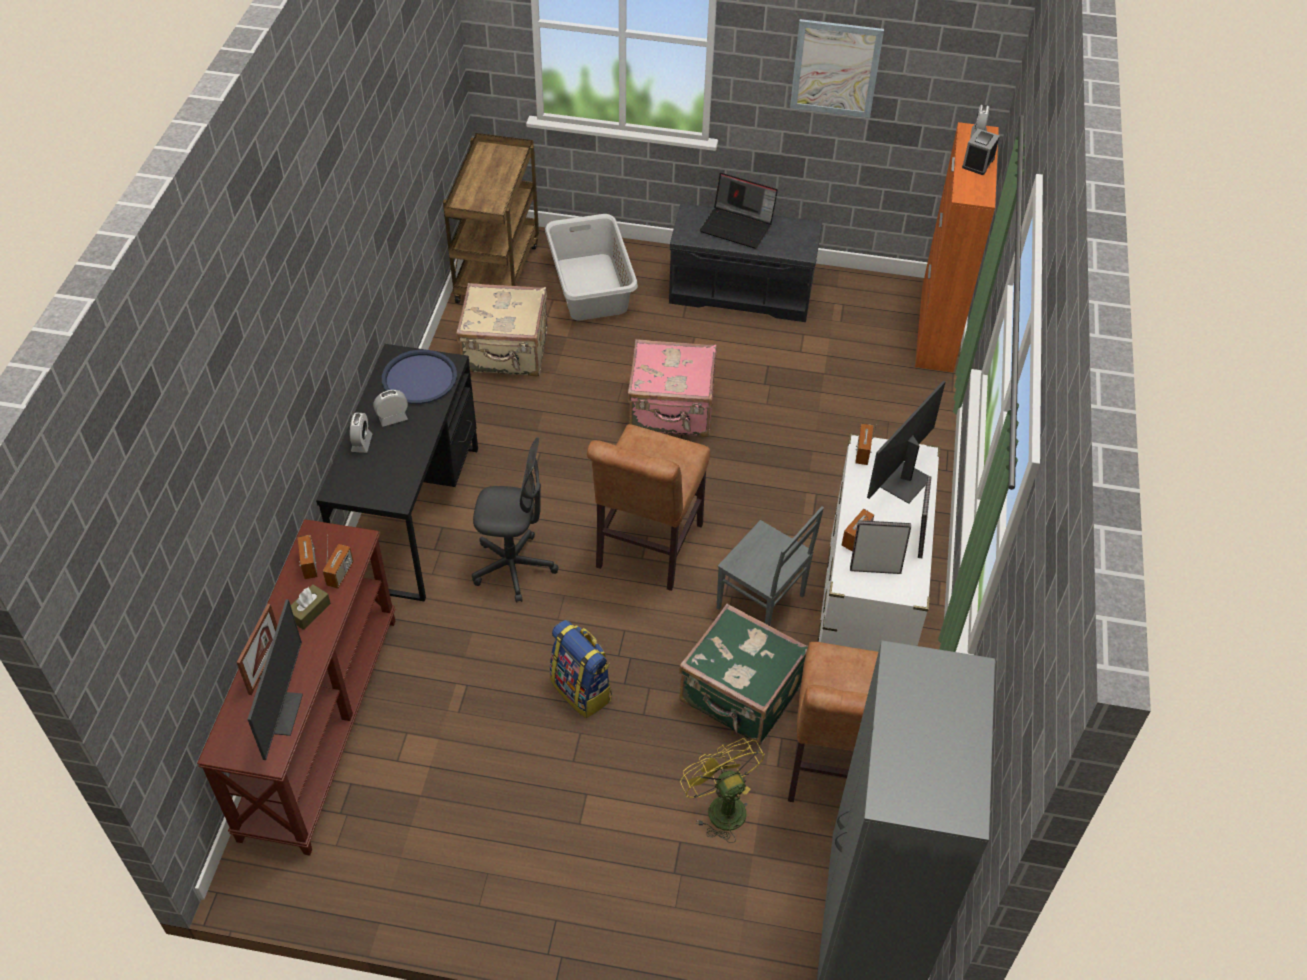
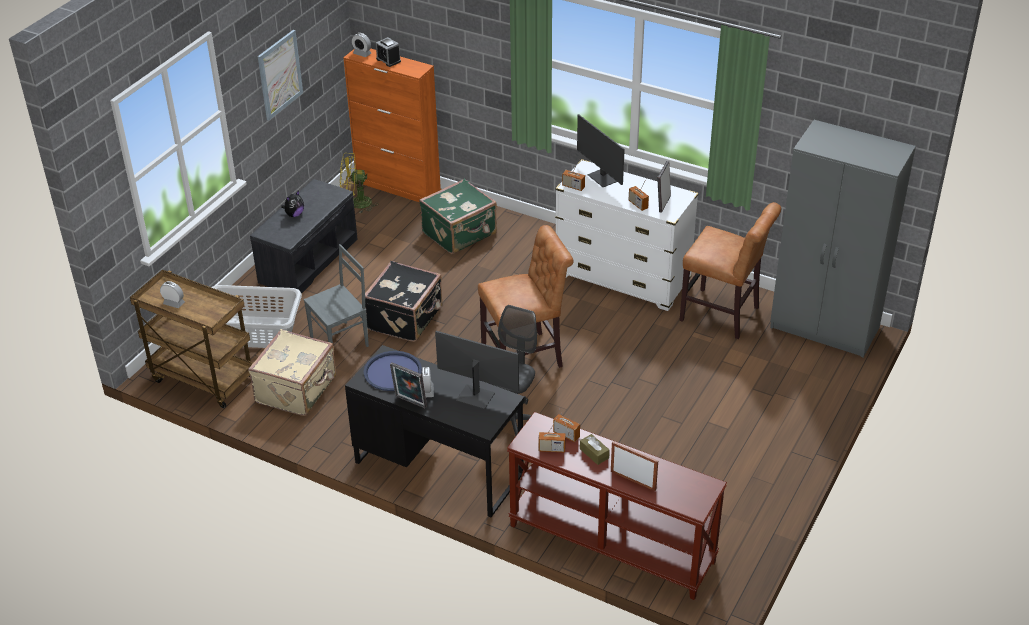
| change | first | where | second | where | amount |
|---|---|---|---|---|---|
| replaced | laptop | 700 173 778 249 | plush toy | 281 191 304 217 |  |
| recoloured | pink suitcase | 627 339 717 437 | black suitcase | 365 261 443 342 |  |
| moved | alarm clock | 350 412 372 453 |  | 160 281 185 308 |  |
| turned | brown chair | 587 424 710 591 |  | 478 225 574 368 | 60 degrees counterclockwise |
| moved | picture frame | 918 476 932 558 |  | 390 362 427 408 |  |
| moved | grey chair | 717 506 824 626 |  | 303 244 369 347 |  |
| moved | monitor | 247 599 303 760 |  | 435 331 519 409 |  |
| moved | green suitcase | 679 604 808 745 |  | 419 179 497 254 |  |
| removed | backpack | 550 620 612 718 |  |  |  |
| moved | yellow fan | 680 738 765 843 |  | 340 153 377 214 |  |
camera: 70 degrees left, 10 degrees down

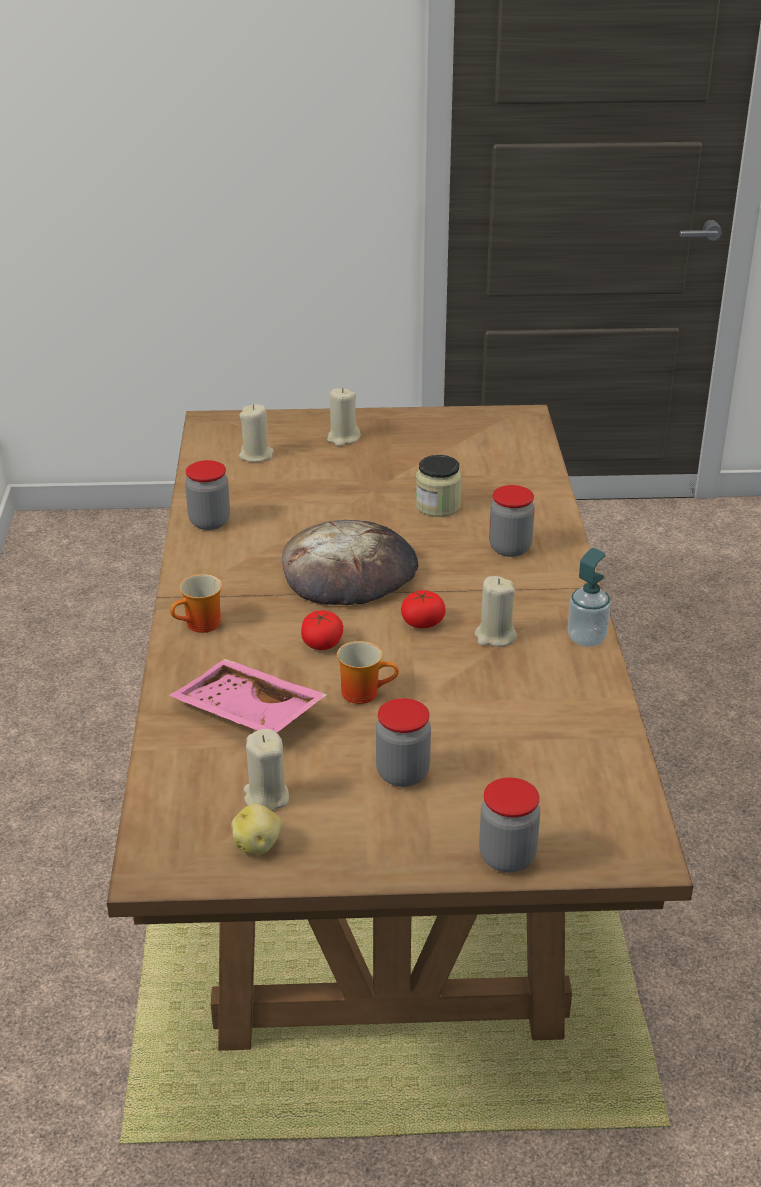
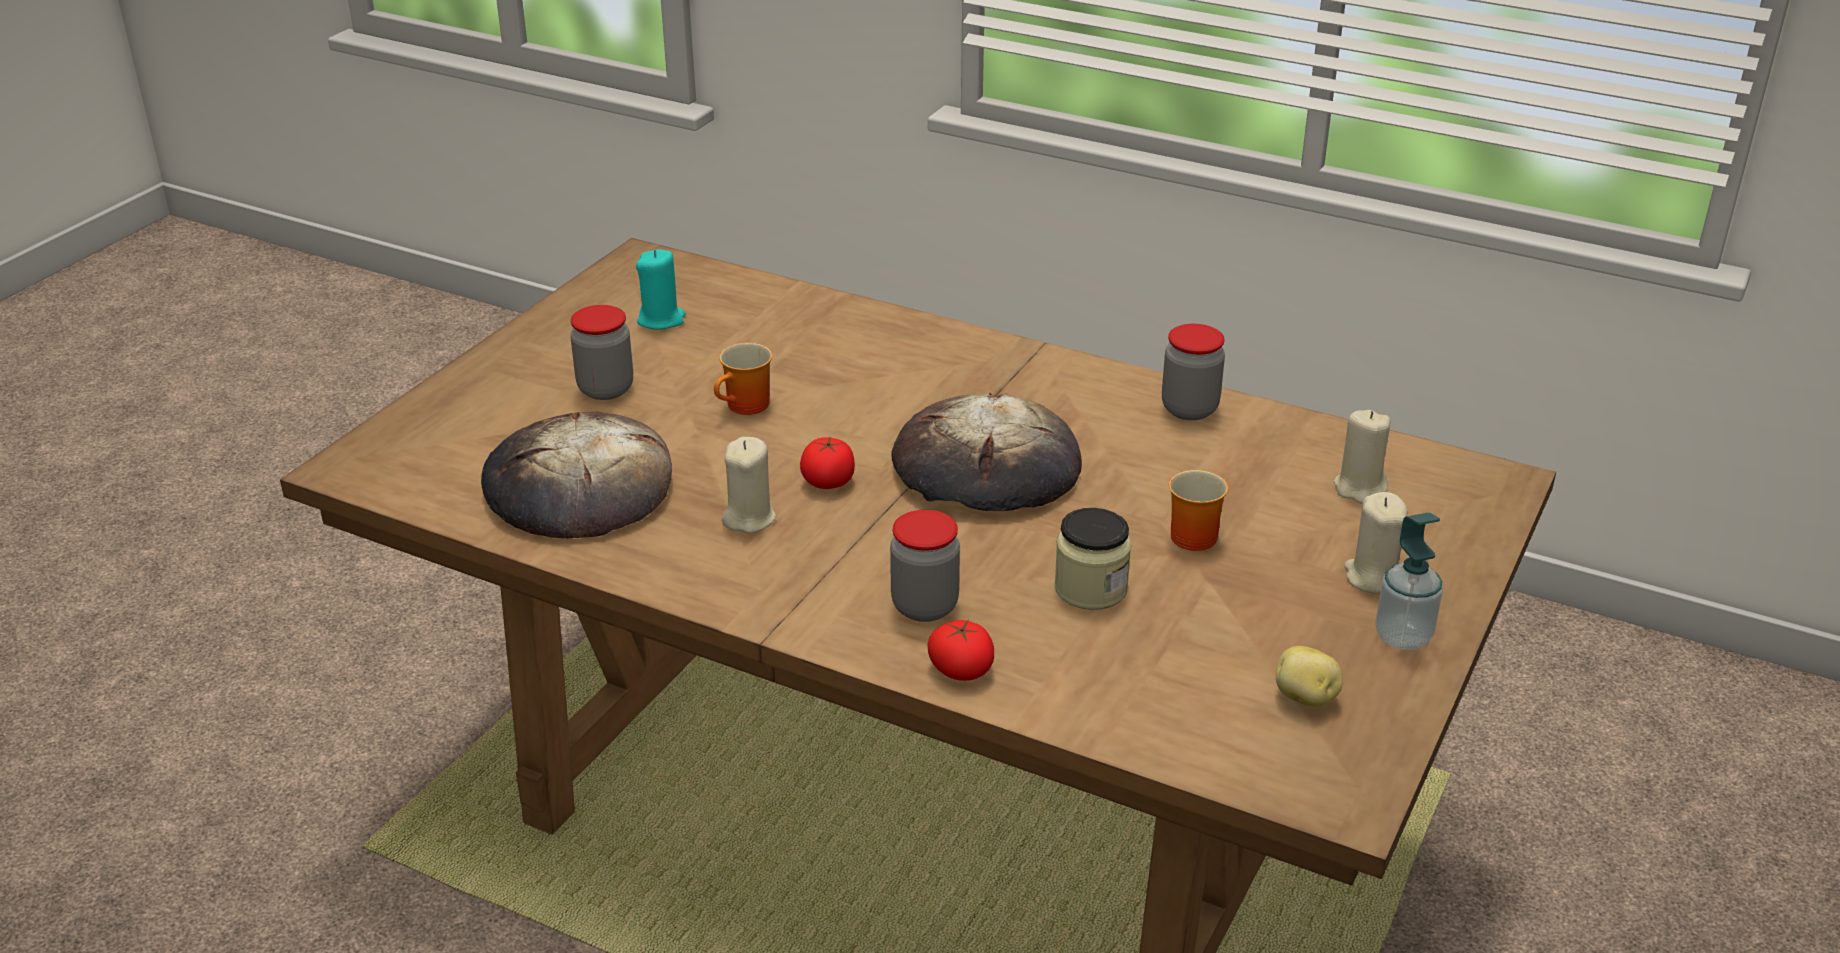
| change | first | where | second | where | amount |
|---|---|---|---|---|---|
| moved | soap dispenser | 567 548 611 647 |  | 1375 513 1443 650 |  |
| moved | mug | 170 574 222 633 |  | 1169 470 1228 551 |  |
| moved | tomato | 301 611 343 650 |  | 927 619 994 681 |  |
| removed | pink tray | 169 659 328 733 |  |  |  |
| recoloured | beige candle | 244 729 289 811 | turquoise candle | 636 249 685 330 |  |
| removed | jar | 479 778 540 873 |  |  |  |
| moved | potato | 231 804 281 854 |  | 1276 646 1343 707 |  |
| added |  |  | bread | 481 411 672 539 |  |
camera: 120 degrees right, 0 degrees up

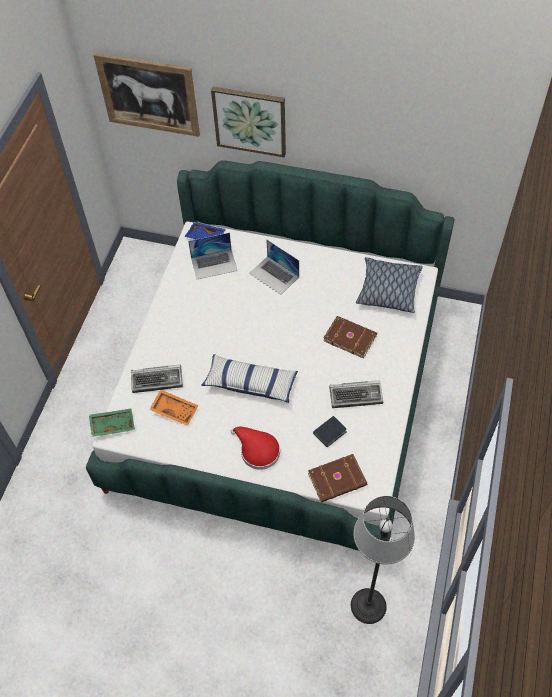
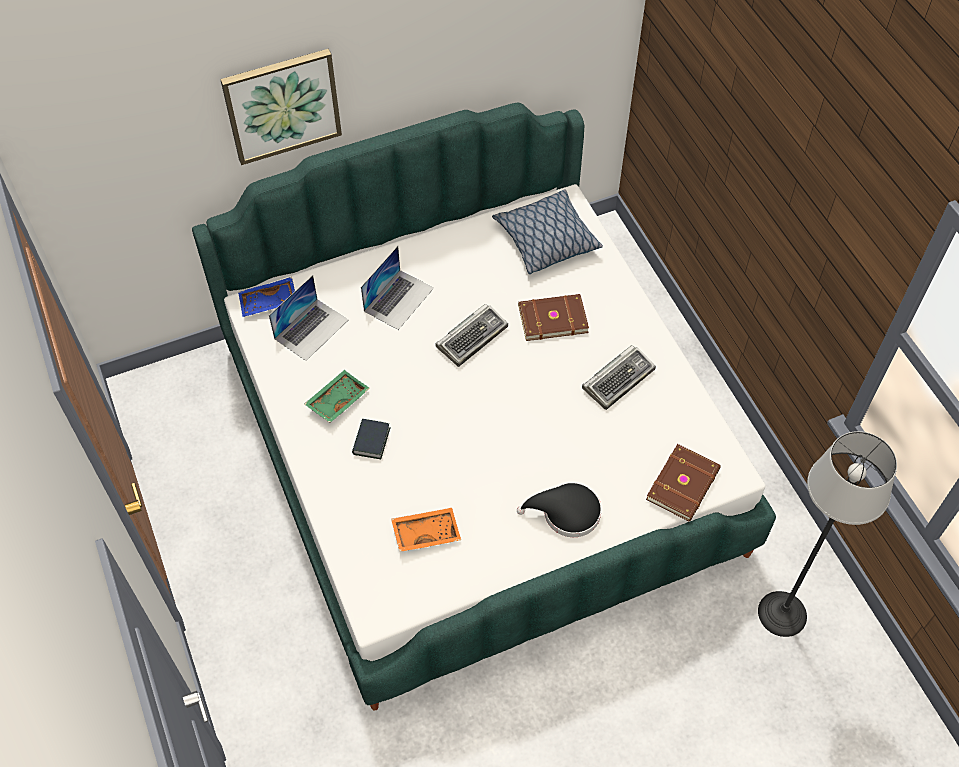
| change | first | where | second | where | amount |
|---|---|---|---|---|---|
| removed | picture | 93 53 200 137 |  |  |  |
| turned | laptop | 249 239 299 295 |  | 361 246 434 330 | 60 degrees counterclockwise |
| removed | pillow | 201 354 298 403 |  |  |  |
| moved | keyboard | 131 365 183 393 |  | 435 304 508 367 |  |
| moved | green tray | 89 409 135 437 |  | 304 370 370 423 |  |
| moved | book | 313 416 347 447 |  | 352 419 391 459 |  |
| recoloured | red hat | 230 427 280 470 | black hat | 517 483 602 537 |  |
camera: 40 degrees left, 0 degrees up

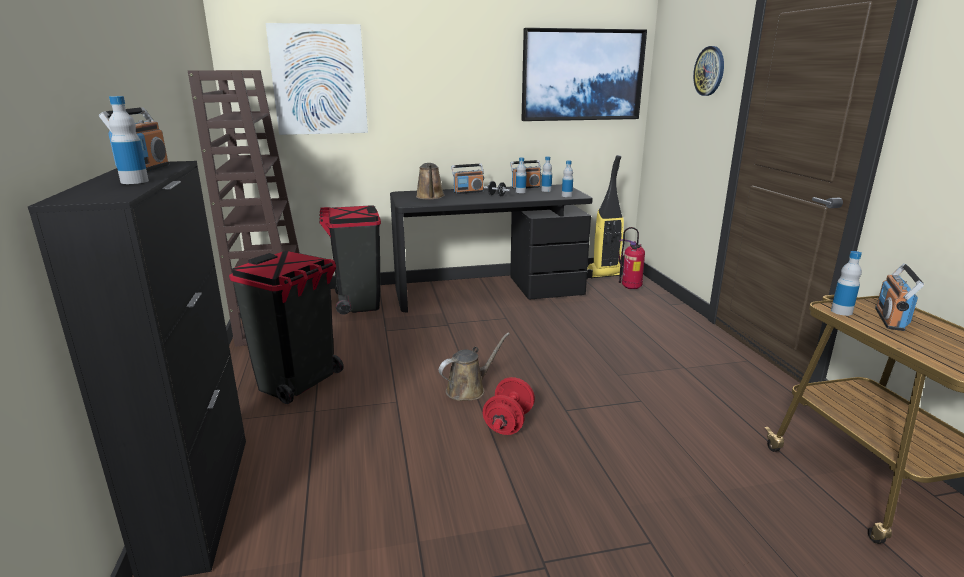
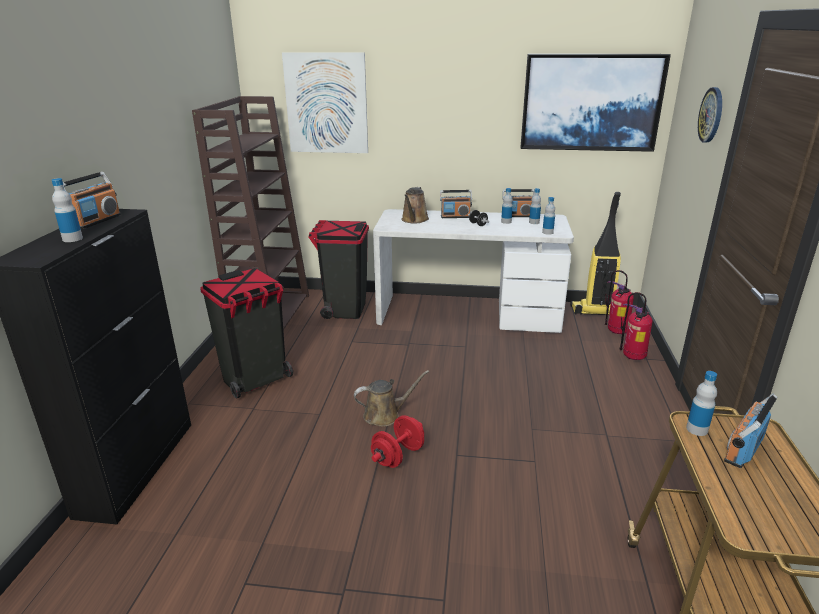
| change | first | where | second | where | amount |
|---|---|---|---|---|---|
| recoloured | black desk | 390 184 593 312 | white desk | 373 209 574 333 |  |
| added |  |  | fire extinguisher | 620 292 653 360 |  |
camera: 20 degrees right, 5 degrees up

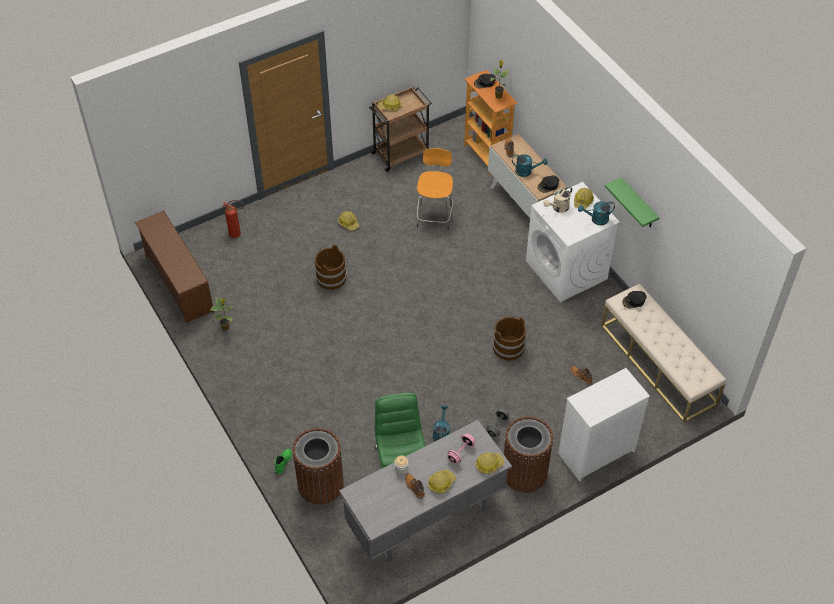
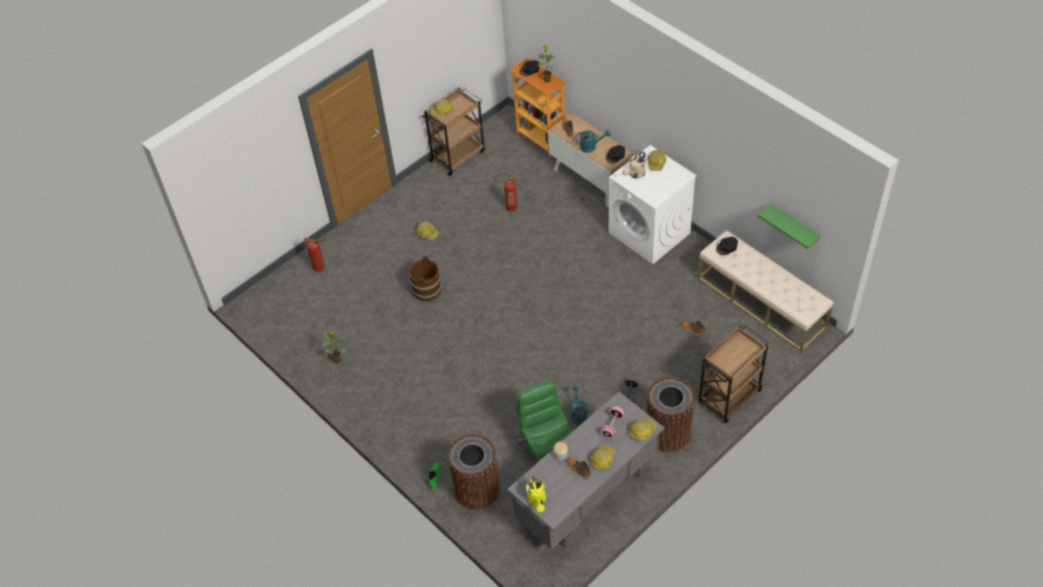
| change | first | where | second | where | amount |
|---|---|---|---|---|---|
| replaced | orange stool | 417 148 453 230 | fire extinguisher | 495 174 518 212 |  |
| moved | green shelf | 605 177 659 227 |  | 758 204 821 249 |  |
| removed | turquoise watering can | 578 201 615 225 |  |  |  |
| removed | brown shoe rack | 135 211 214 323 |  |  |  |
| removed | brown bucket | 493 317 526 361 |  |  |  |
| replaced | white dresser | 558 368 650 482 | brown cart | 698 325 769 423 |  |
| added |  |  | yellow watering can | 526 474 546 512 |  |
camera: 10 degrees left, 0 degrees up

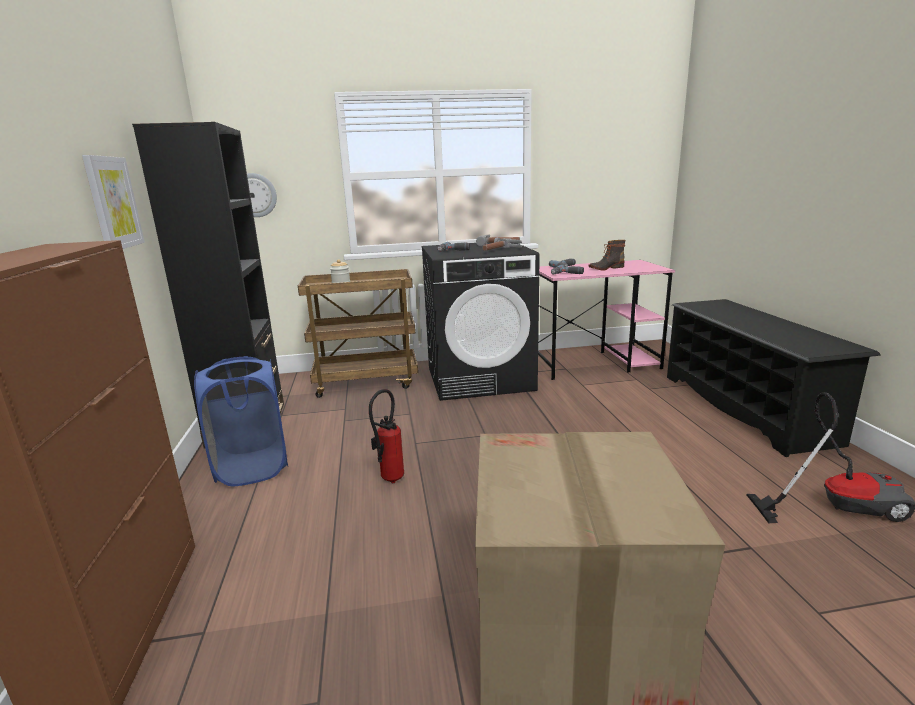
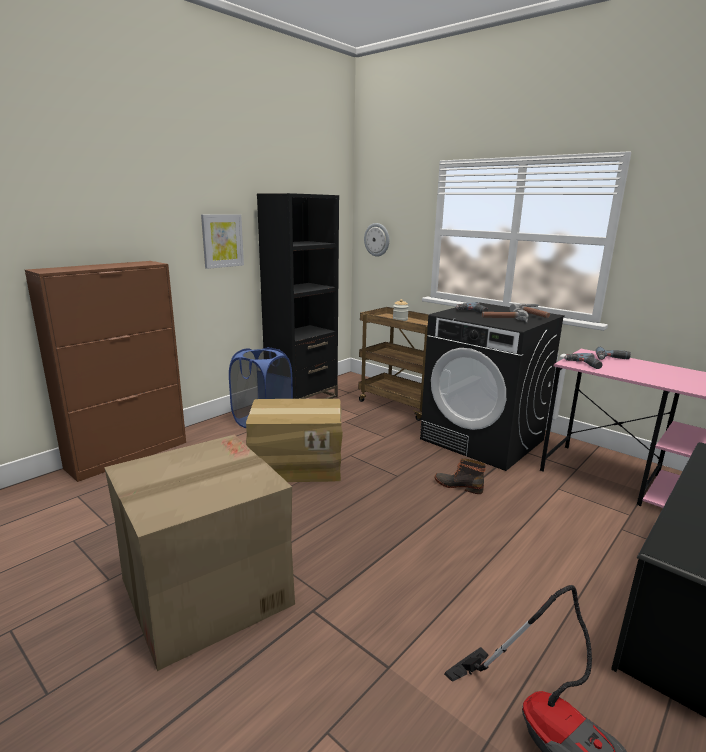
| change | first | where | second | where | amount |
|---|---|---|---|---|---|
| moved | boot | 588 240 625 270 |  | 435 458 486 494 |  |
| replaced | fire extinguisher | 369 389 404 483 | cardboard box | 246 399 343 482 |  |
camera: 50 degrees right, 0 degrees up

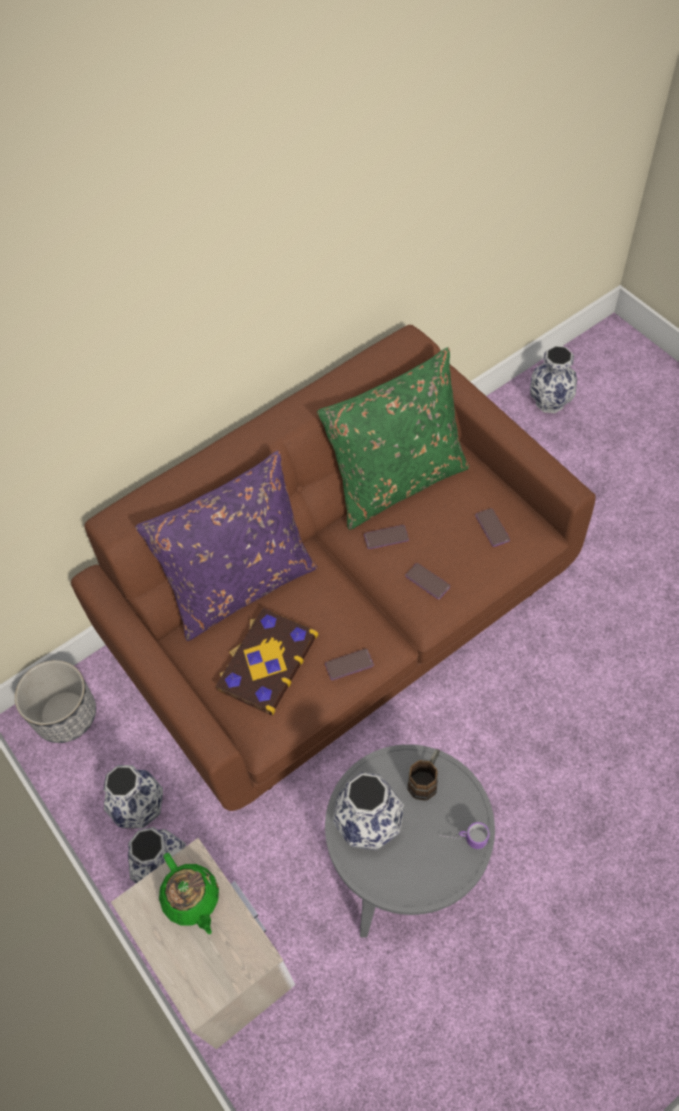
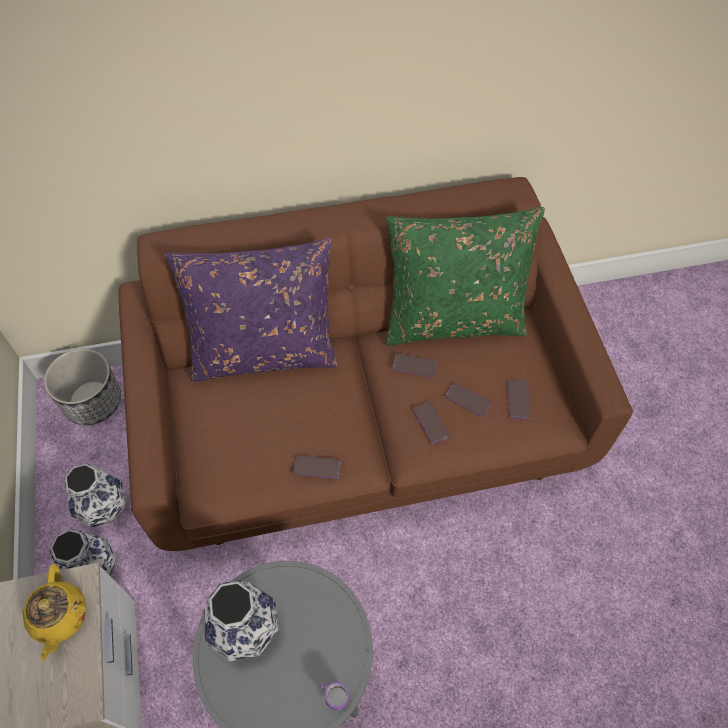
| change | first | where | second | where | amount |
|---|---|---|---|---|---|
| removed | vase | 530 346 577 414 |  |  |  |
| removed | book | 215 608 318 715 |  |  |  |
| removed | brown mug | 407 749 440 801 |  |  |  |
| recoloured | green teapot | 159 853 219 934 | yellow teapot | 23 564 86 662 |  |
| added |  |  | phone | 445 383 491 417 |  |
camera: 20 degrees right, 0 degrees up

